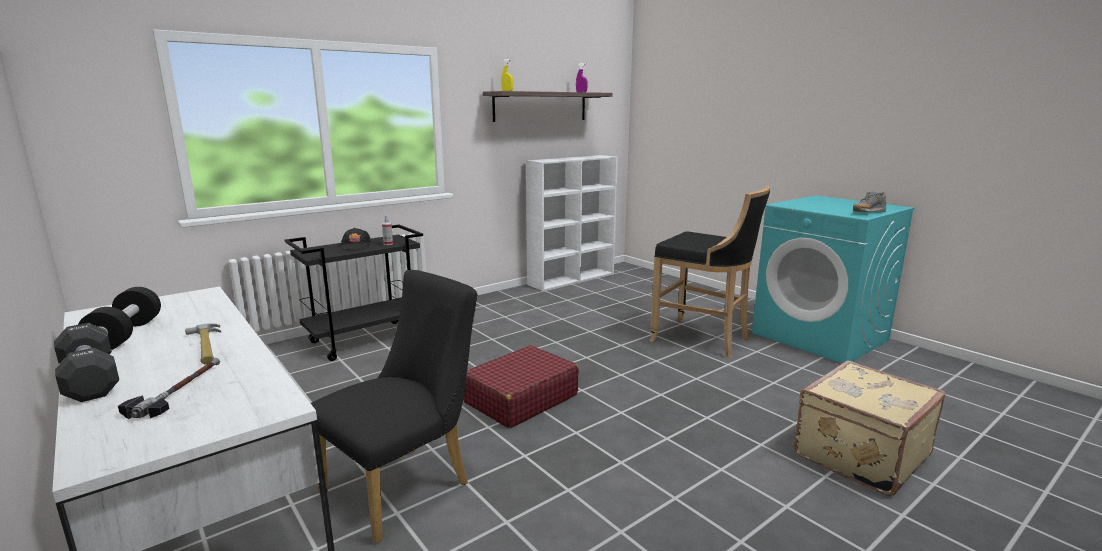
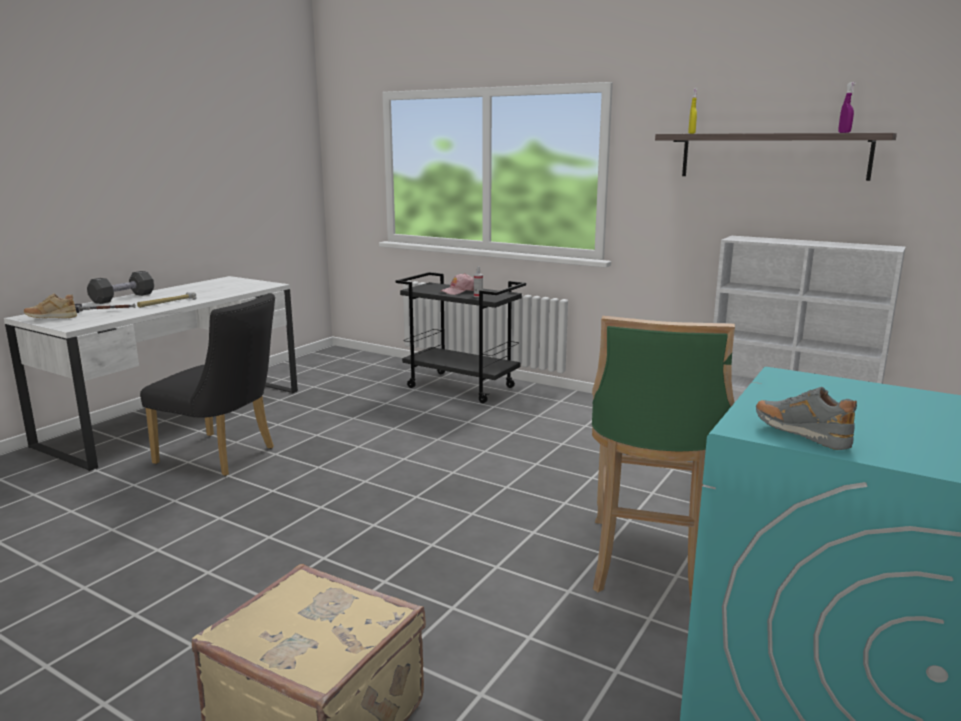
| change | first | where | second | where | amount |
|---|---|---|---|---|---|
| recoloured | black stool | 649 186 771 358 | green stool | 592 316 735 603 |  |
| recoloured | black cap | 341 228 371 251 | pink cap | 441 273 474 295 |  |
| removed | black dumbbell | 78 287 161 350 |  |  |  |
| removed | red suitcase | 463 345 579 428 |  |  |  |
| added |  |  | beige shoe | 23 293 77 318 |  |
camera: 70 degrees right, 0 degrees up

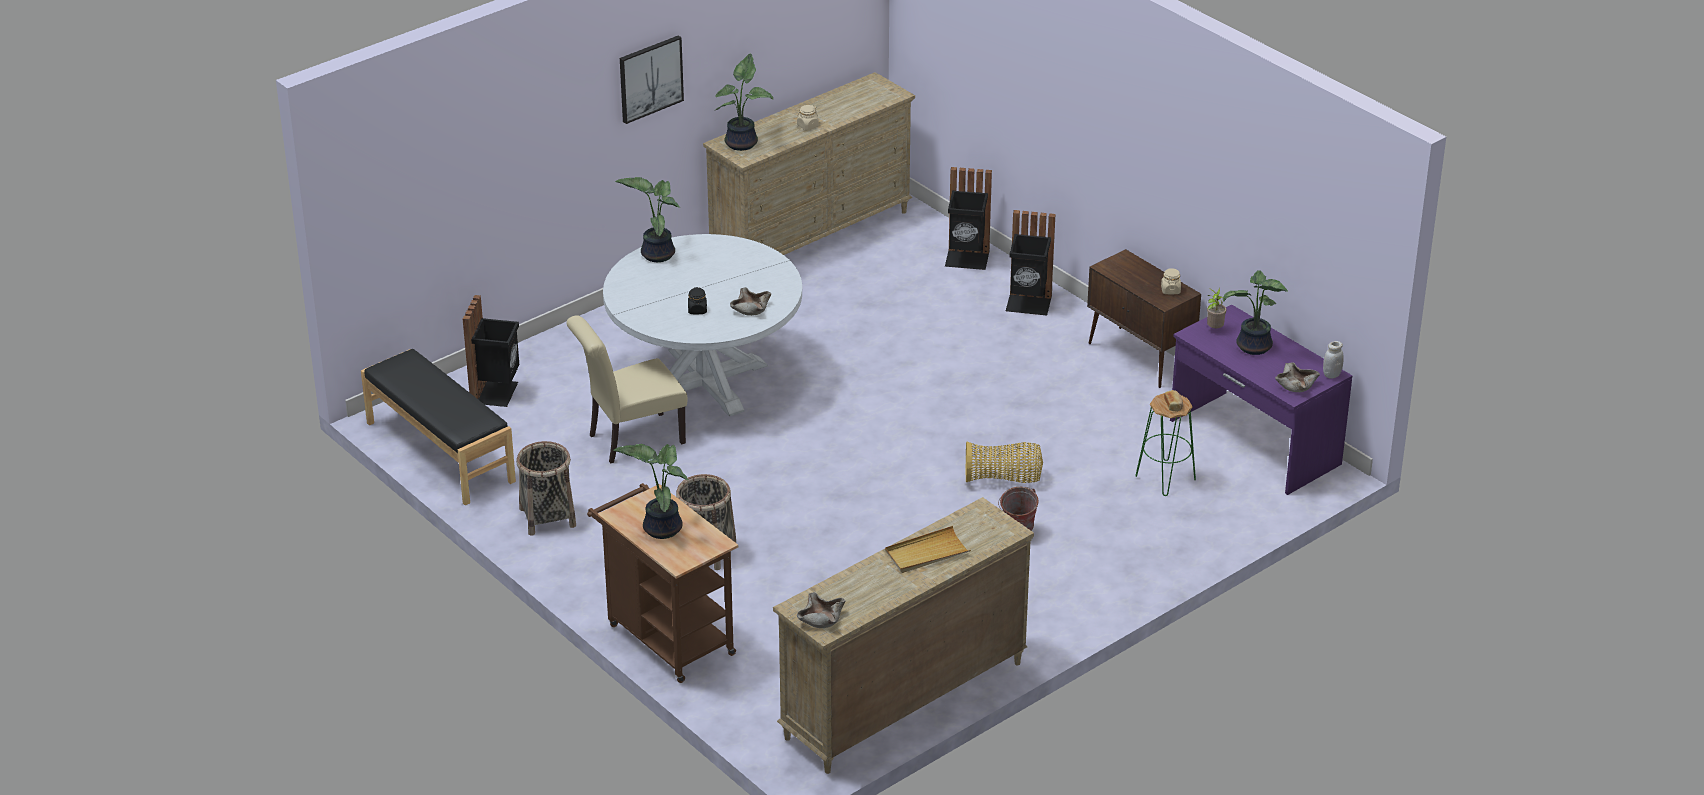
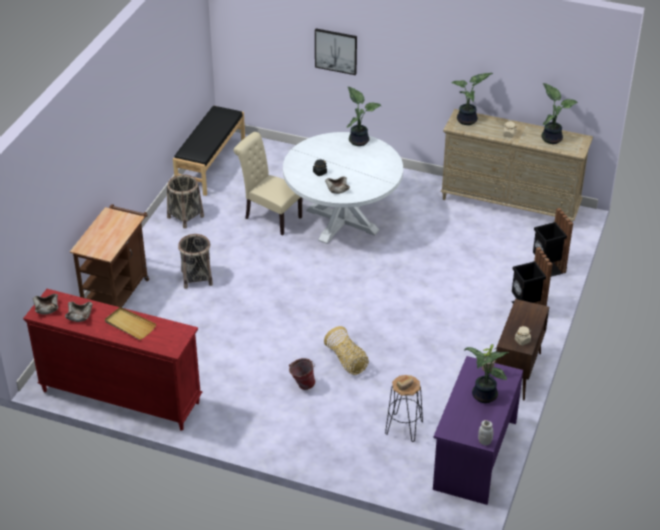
| change | first | where | second | where | amount |
|---|---|---|---|---|---|
| moved | picture | 620 36 684 124 |  | 315 28 357 75 |  |
| removed | black trash can | 463 295 519 407 |  |  |  |
| moved | beige bowl | 1275 363 1320 392 |  | 65 302 93 322 |  |
| recoloured | green stool | 1135 393 1196 496 | black stool | 385 375 423 442 |  |
| moved | potted plant | 613 444 689 539 |  | 541 83 578 144 |  |
| recoloured | beige dresser | 773 497 1034 774 | red dresser | 23 289 202 431 |  |
camera: 60 degrees right, 5 degrees up

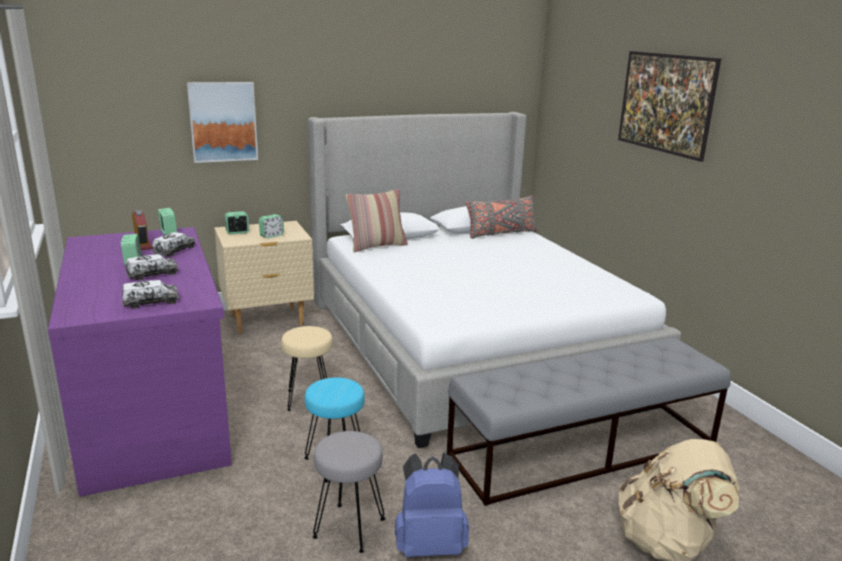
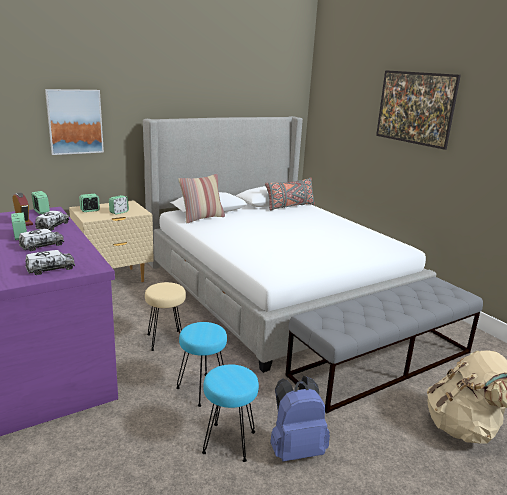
| change | first | where | second | where | amount |
|---|---|---|---|---|---|
| recoloured | grey stool | 313 431 385 553 | turquoise stool | 202 364 259 462 |  |
camera: 10 degrees left, 0 degrees up

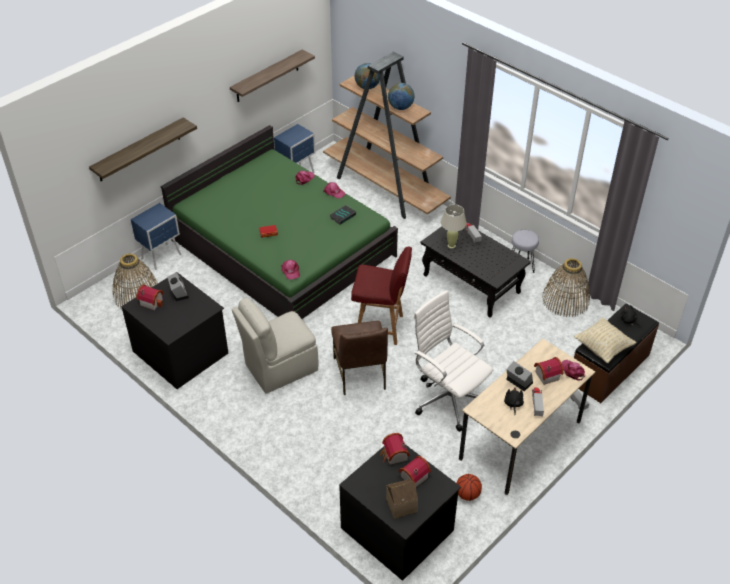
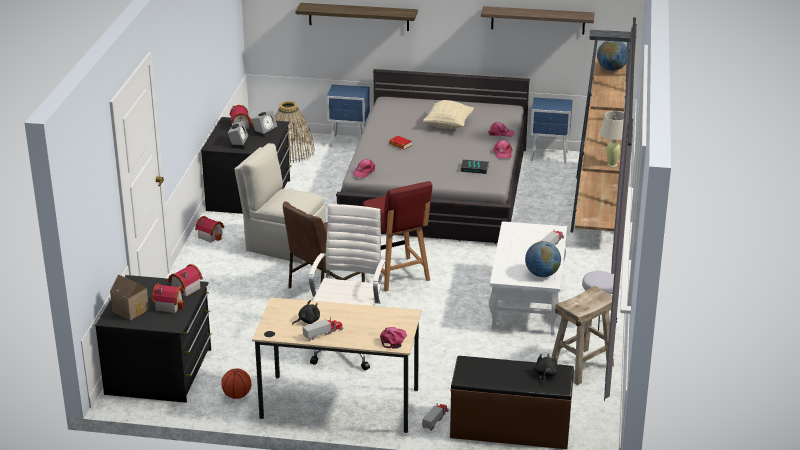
| change | first | where | second | where | amount |
|---|---|---|---|---|---|
| moved | globe | 388 83 414 110 |  | 525 241 561 277 |  |
| recoloured | green bed | 161 125 398 319 | grey bed | 336 69 530 244 |  |
| moved | beige table lamp | 441 204 467 248 |  | 600 111 624 167 |  |
| recoloured | black coffee table | 420 226 531 318 | white coffee table | 489 221 567 335 |  |
| replaced | basket | 542 258 590 317 | beige stool | 551 285 614 385 |  |
| moved | beige pillow | 574 317 636 363 |  | 423 100 474 129 |  |
| moved | toy house | 534 357 563 385 |  | 195 216 224 243 |  |
| moved | alarm clock | 506 361 533 391 |  | 228 121 250 149 |  |
camera: 55 degrees right, 15 degrees down

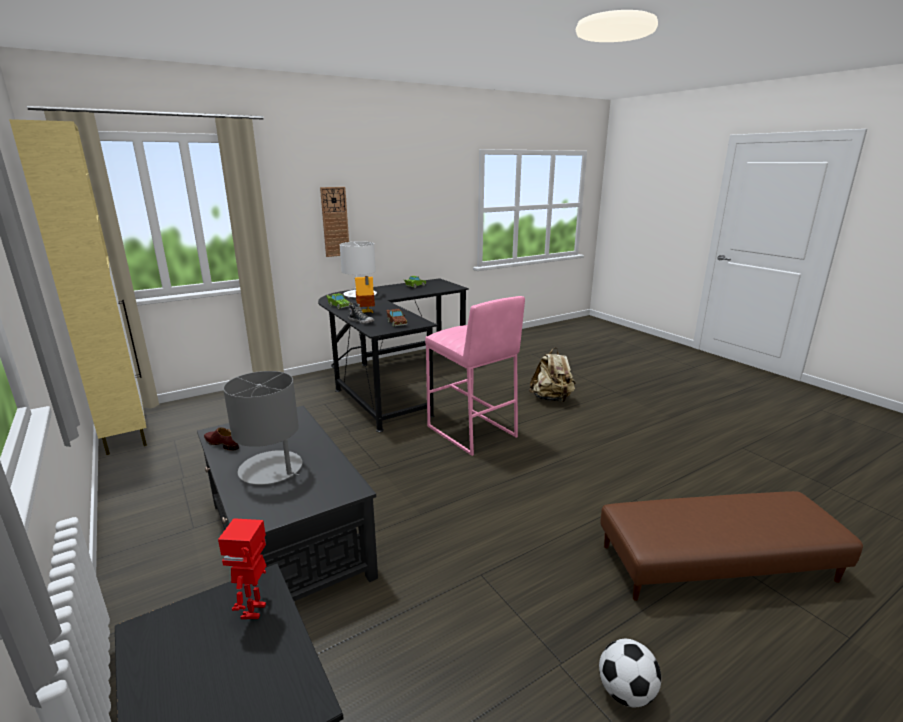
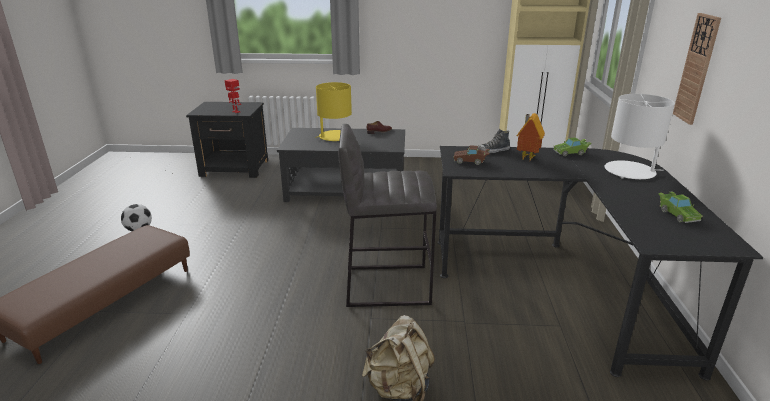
| change | first | where | second | where | amount |
|---|---|---|---|---|---|
| recoloured | pink stool | 425 296 525 456 | grey stool | 338 124 437 307 |  |
| recoloured | grey table lamp | 223 371 303 485 | yellow table lamp | 315 82 352 141 |  |
camera: 125 degrees right, 5 degrees up

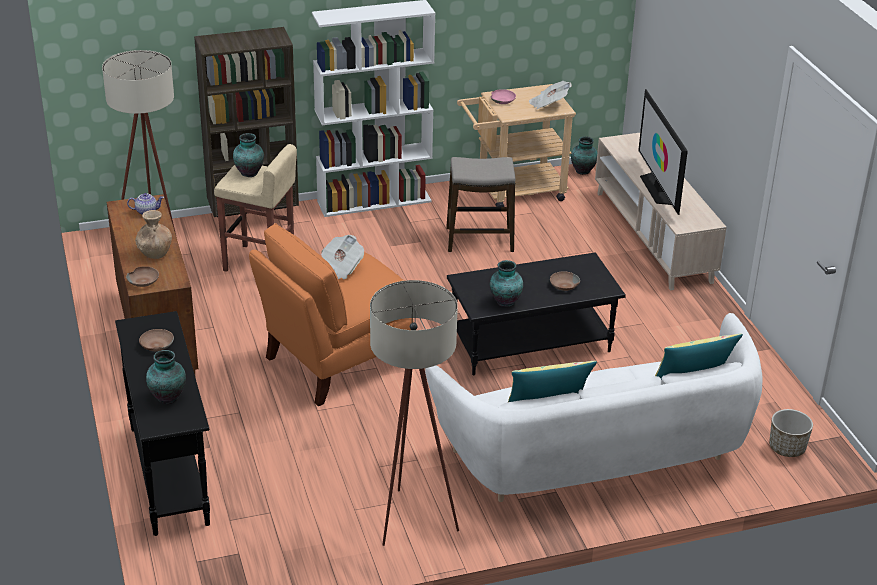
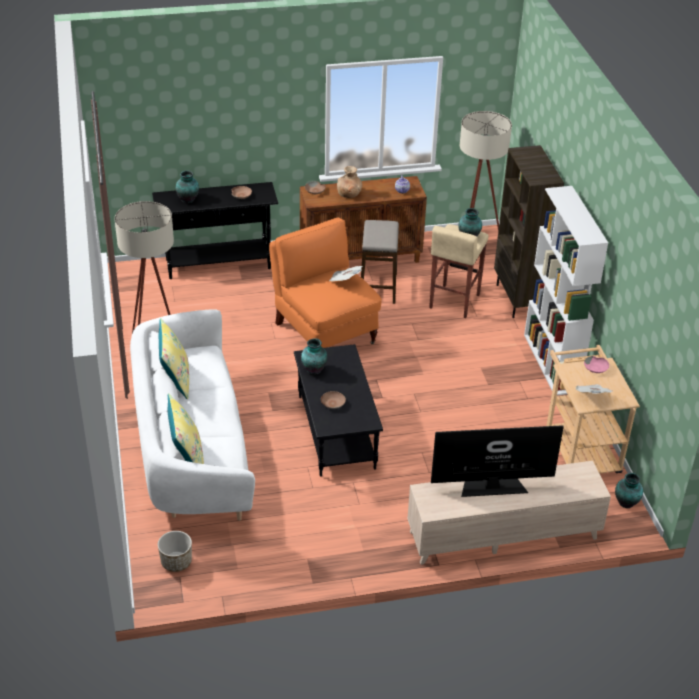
| change | first | where | second | where | amount |
|---|---|---|---|---|---|
| moved | stool | 446 157 516 252 |  | 361 220 399 304 |  |
camera: 95 degrees right, 5 degrees up

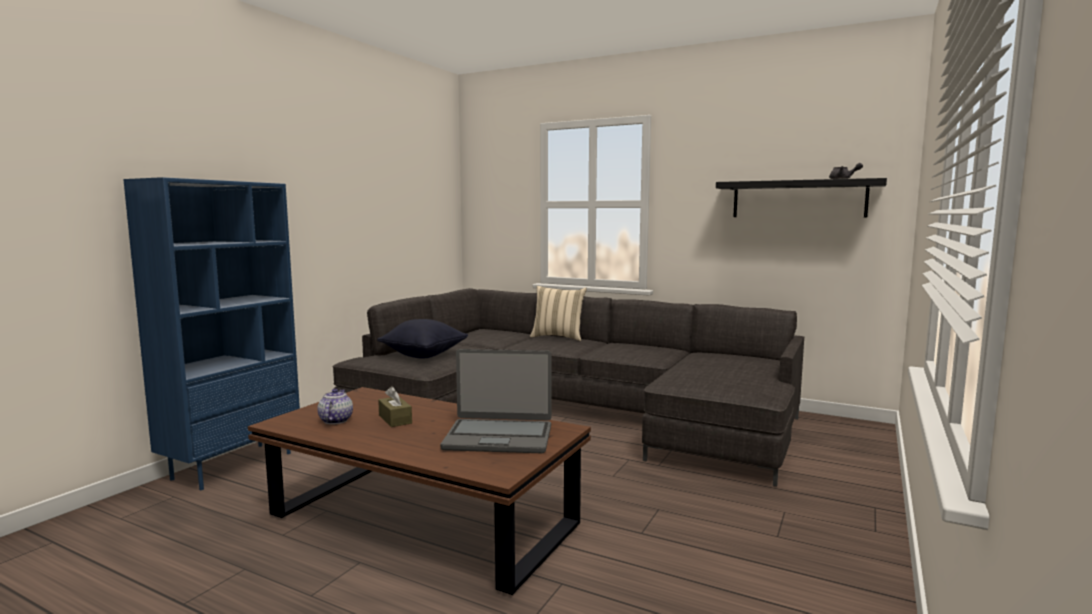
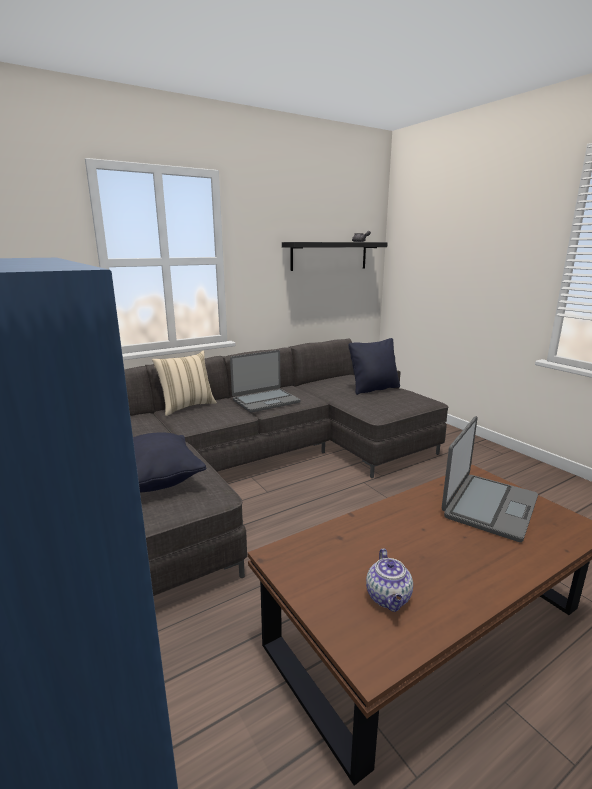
| change | first | where | second | where | amount |
|---|---|---|---|---|---|
| removed | brown tissue box | 378 386 412 427 |  |  |  |
| turned | teapot | 317 389 353 424 |  | 366 549 413 612 | 120 degrees counterclockwise |
| added |  |  | black pillow | 349 338 400 395 |  |
| added |  |  | laptop | 230 350 300 412 |  |
camera: 60 degrees left, 10 degrees up

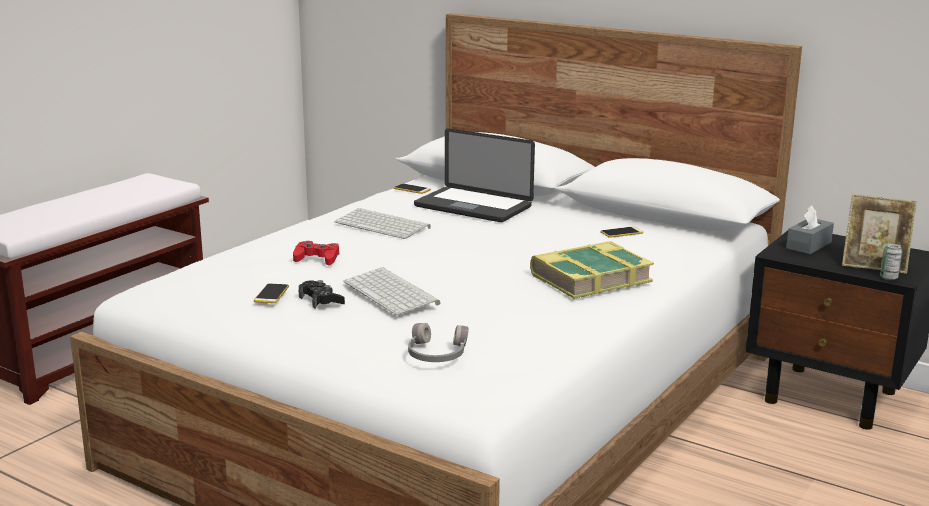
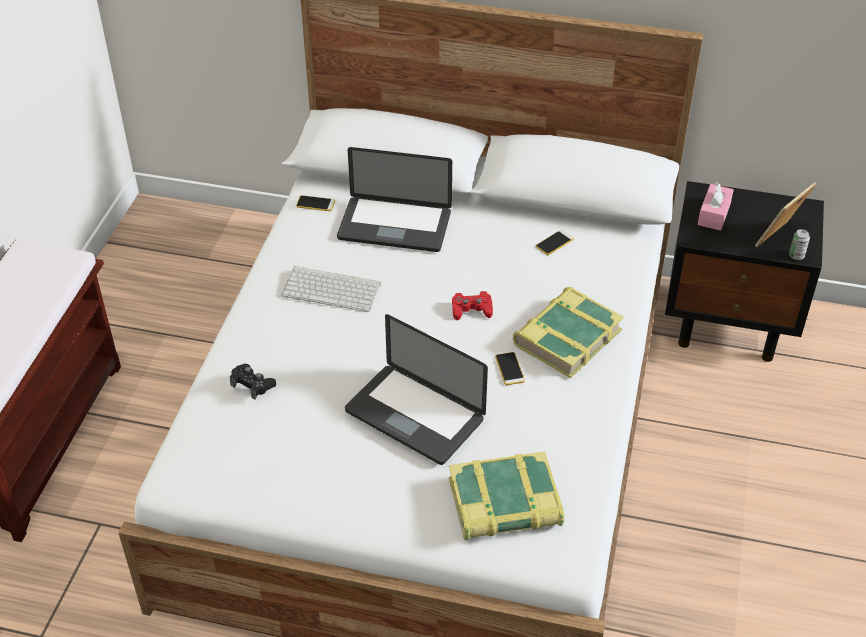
| change | first | where | second | where | amount |
|---|---|---|---|---|---|
| turned | picture frame | 842 194 917 274 |  | 755 182 816 247 | 135 degrees clockwise |
| recoloured | grey tissue box | 786 206 834 254 | pink tissue box | 698 182 734 231 |  |
| moved | red game controller | 293 241 339 265 |  | 452 291 493 320 |  |
| replaced | keyboard | 343 267 440 315 | laptop | 345 314 488 465 |  |
| moved | black game controller | 299 280 345 309 |  | 230 364 276 399 |  |
| moved | phone | 254 283 289 303 |  | 495 352 525 385 |  |
| replaced | grey headphones | 408 323 468 362 | book | 449 451 564 540 |  |
camera: 20 degrees left, 25 degrees up

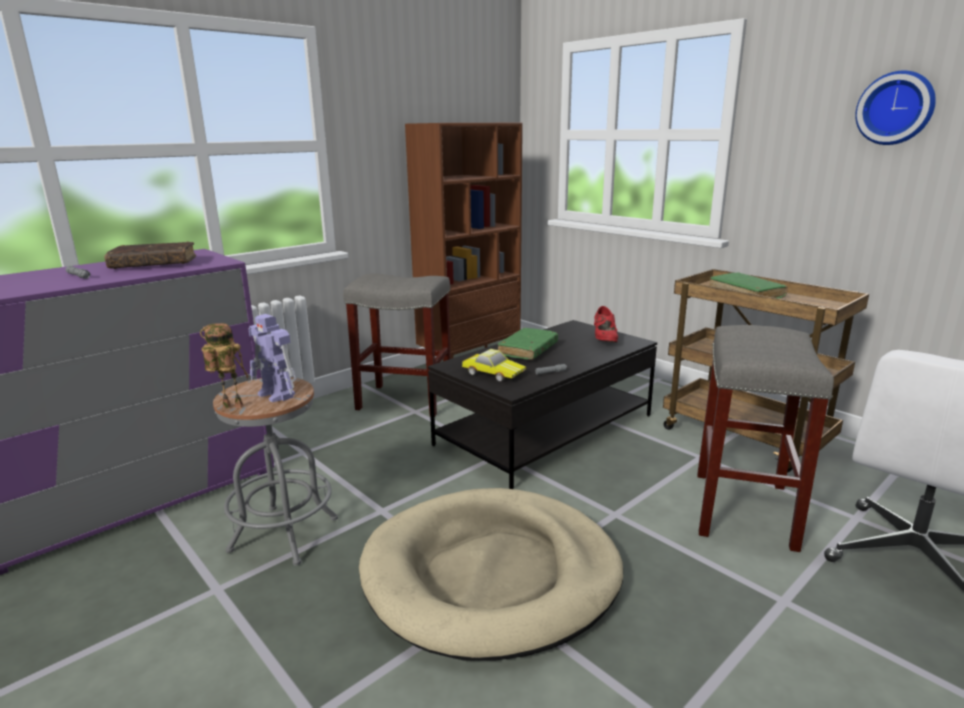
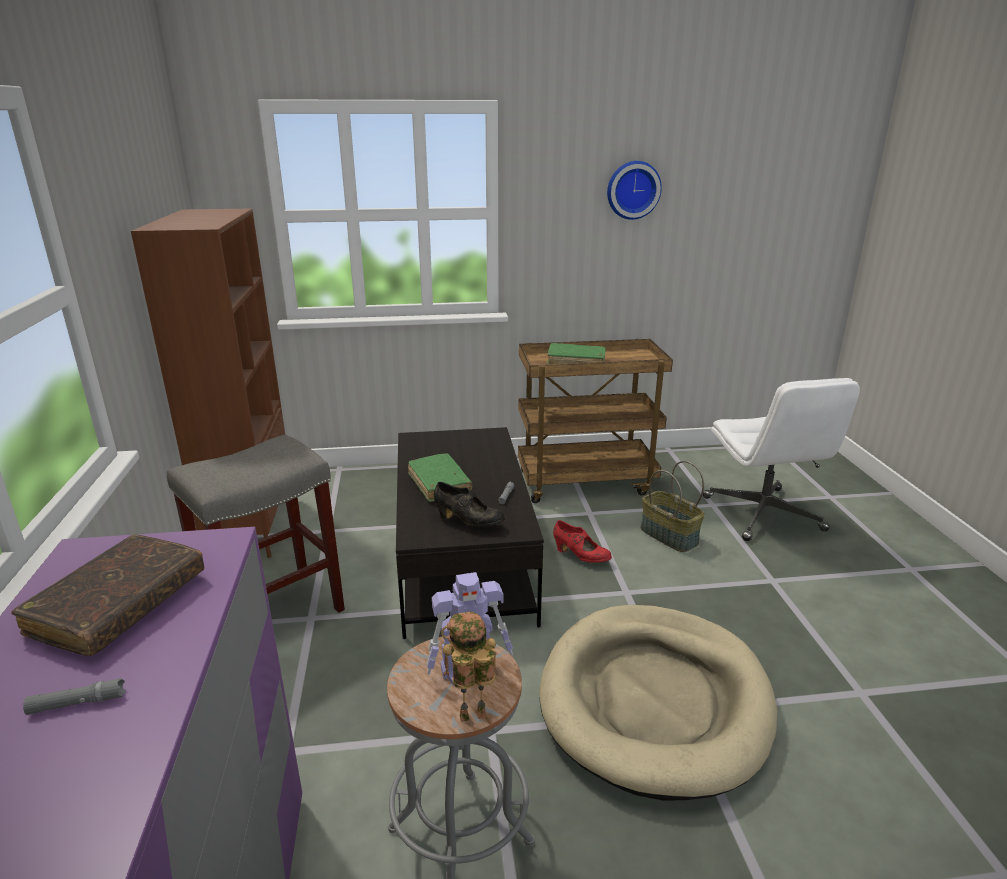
| change | first | where | second | where | amount |
|---|---|---|---|---|---|
| moved | red shoe | 594 306 618 343 |  | 553 520 612 562 |  |
| turned | toy robot | 200 323 248 408 |  | 441 612 496 722 | 45 degrees clockwise |
| replaced | grey stool | 697 325 834 552 | basket | 641 461 705 552 |  |
| replaced | toy car | 462 349 526 382 | black shoe | 434 482 505 527 |  |
camera: 55 degrees left, 5 degrees up

